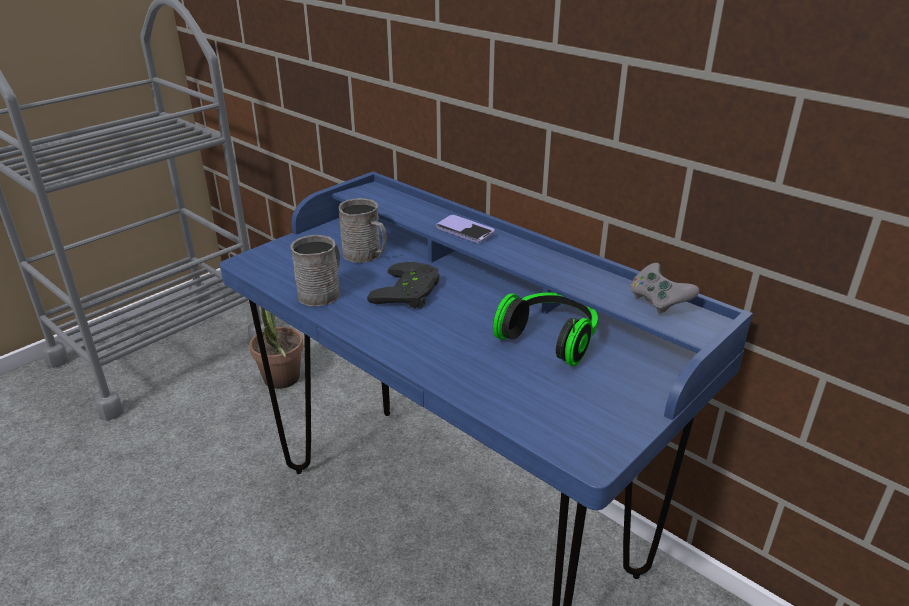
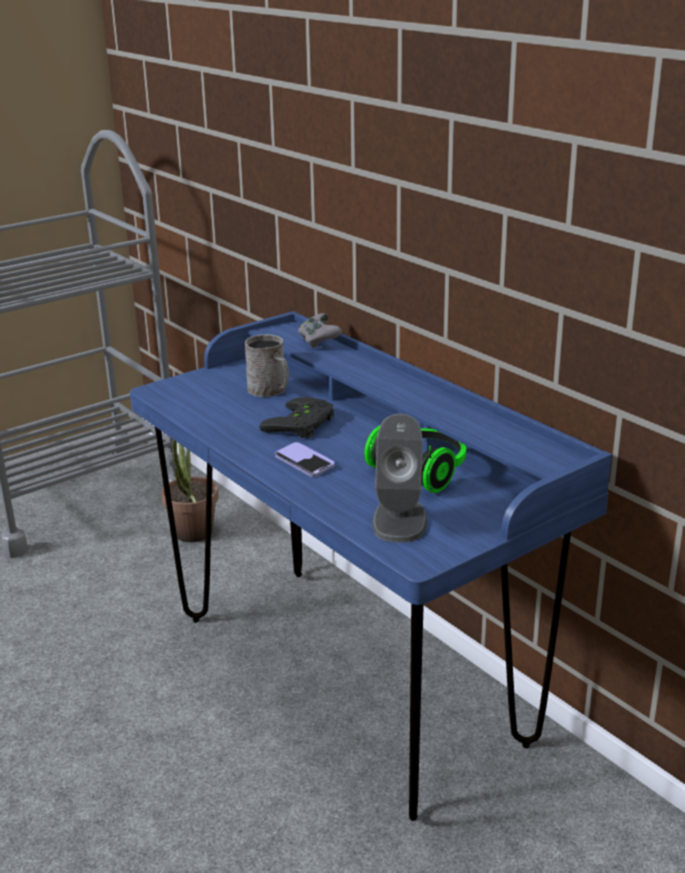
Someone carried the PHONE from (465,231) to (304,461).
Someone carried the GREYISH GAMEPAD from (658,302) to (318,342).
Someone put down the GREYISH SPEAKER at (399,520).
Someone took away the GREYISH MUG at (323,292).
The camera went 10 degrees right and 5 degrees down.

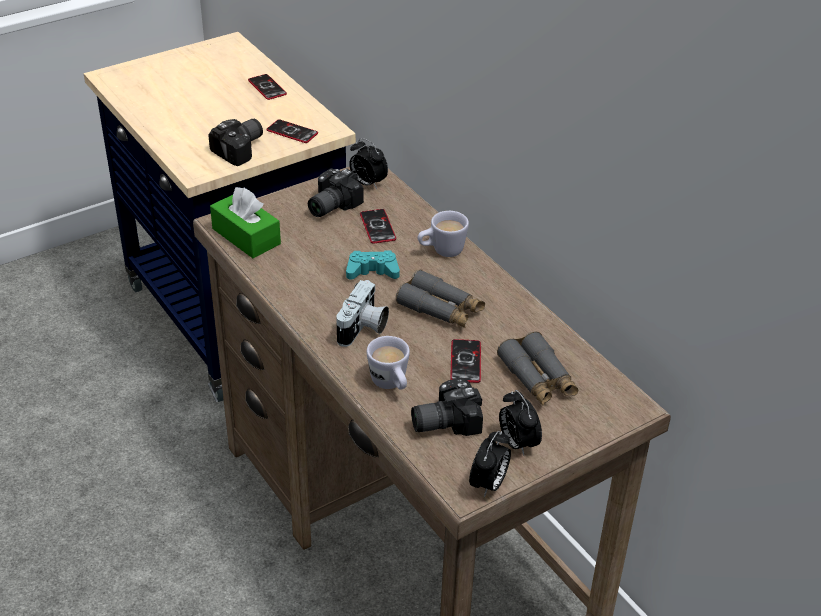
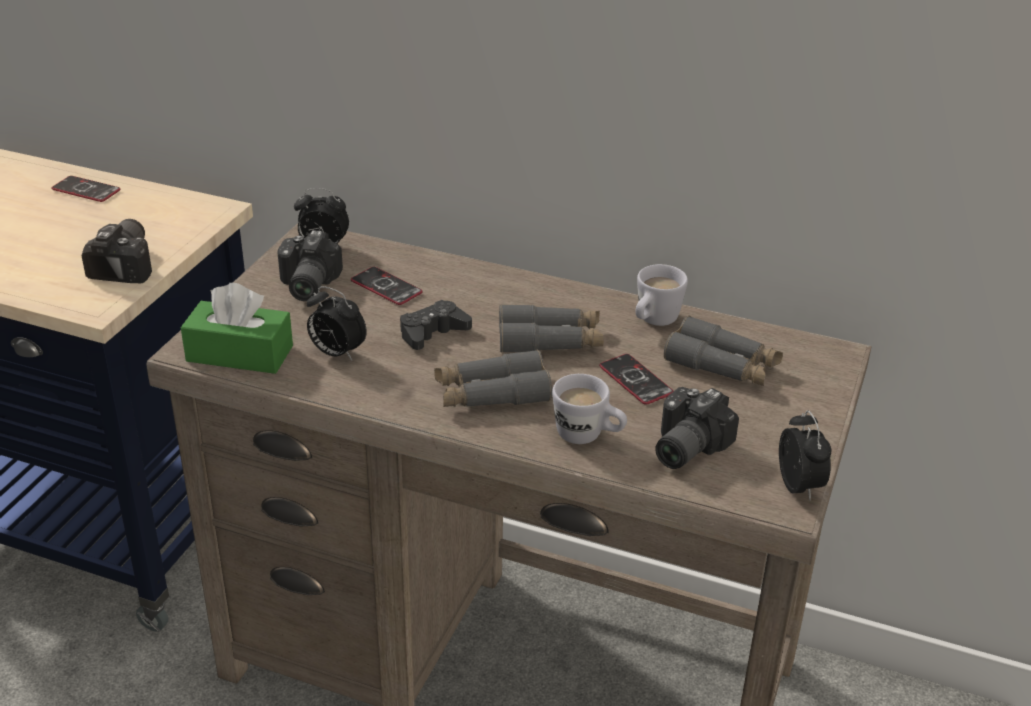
Someone carried the BEDSIDE CLOCK from (517,443) to (336,353).
Someone repainted the TURQUOISE GAMEPAD at (372,271), which became the BLACK GAMEPAD at (432,333).
Someone swapped the STILL CAMERA at (363,329) for the GREYISH BINOCULARS at (492,394).
Someone carried the WHITISH MUG from (441,251) to (653,321).
Someone took away the PHONE at (292,132).
The camera went 35 degrees left and 5 degrees down.

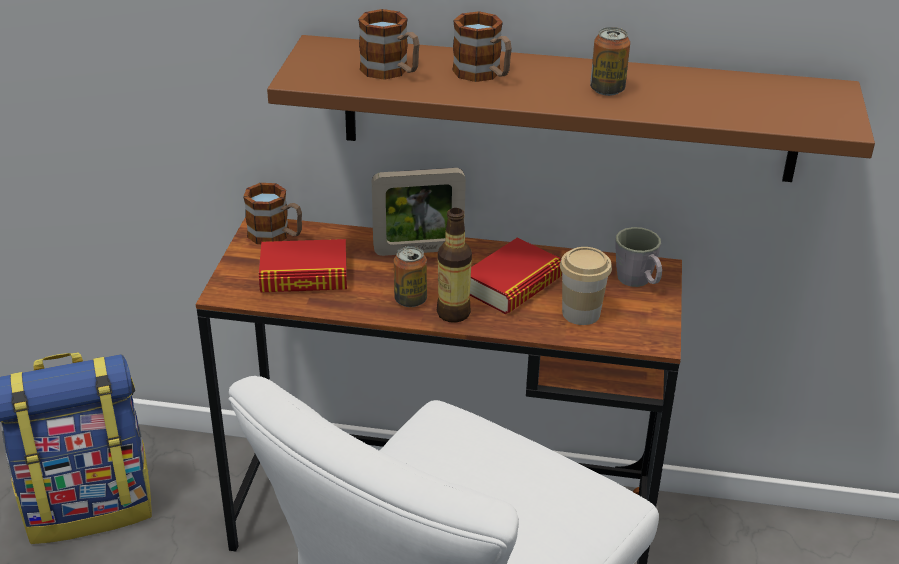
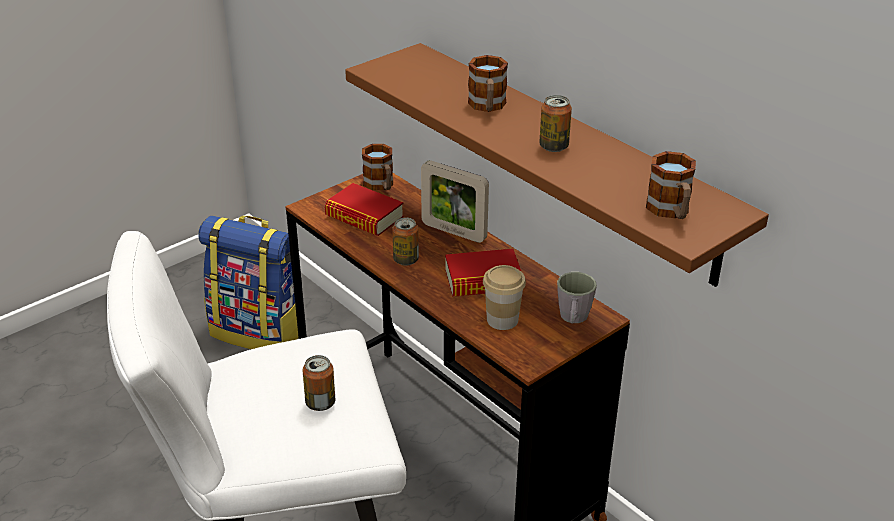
Someone put down the METAL CAN at (320,403).
Someone carried the MUG from (391,72) to (670,211).
Someone took away the DRINK BOTTLE at (453,313).
The camera went 40 degrees right and 0 degrees up.

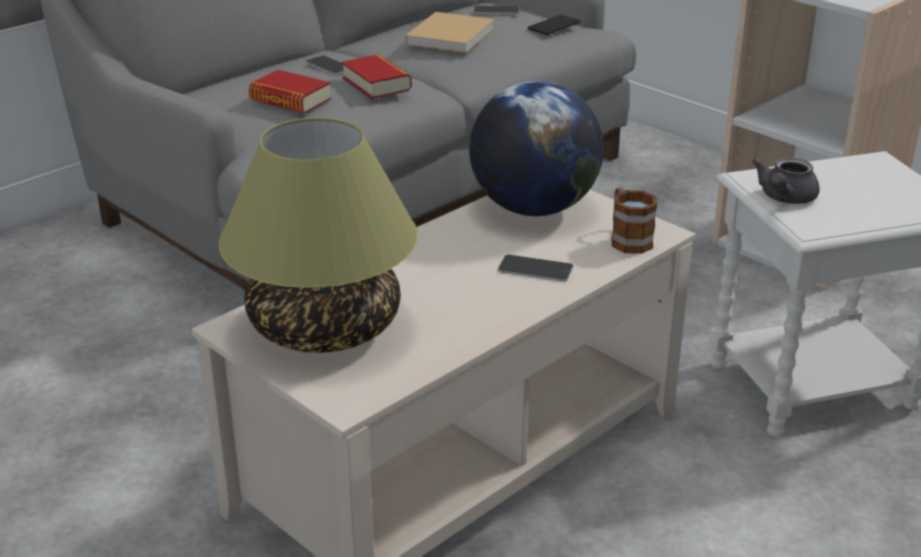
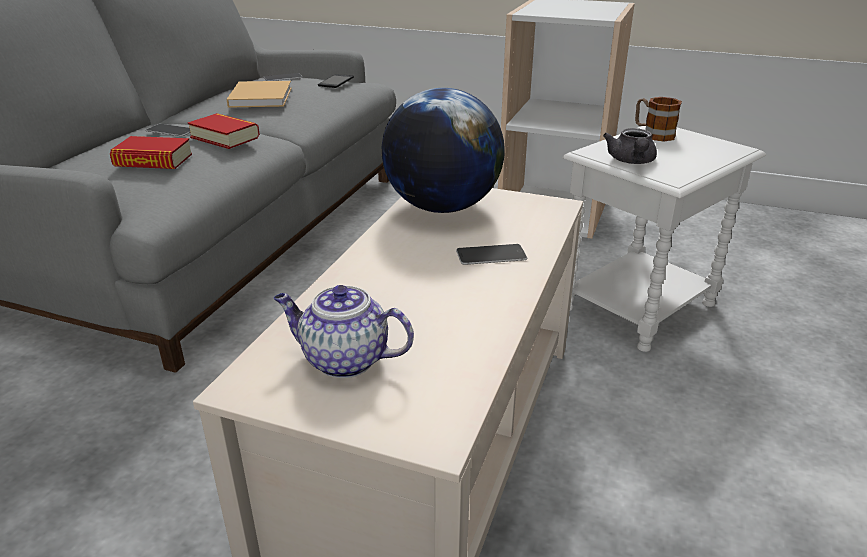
Someone swapped the LAMP FOR A TABLE at (323,328) for the POT FOR TEA at (343,360).
Someone carried the MUG from (627,238) to (653,134).
The camera went 25 degrees left and 0 degrees up.

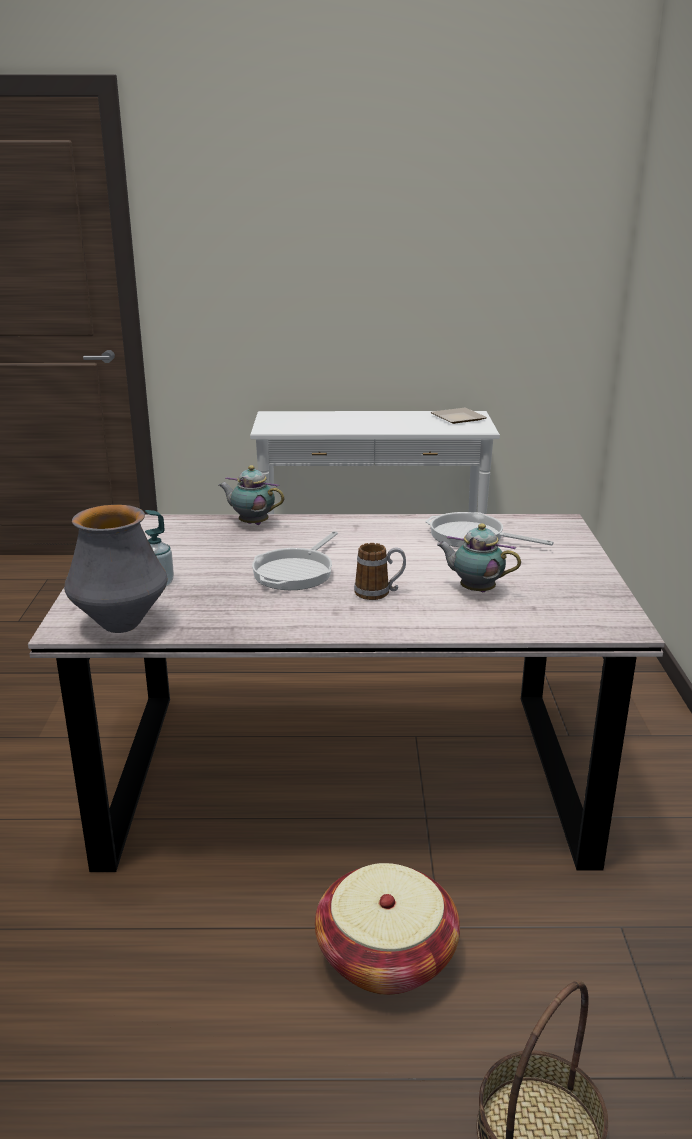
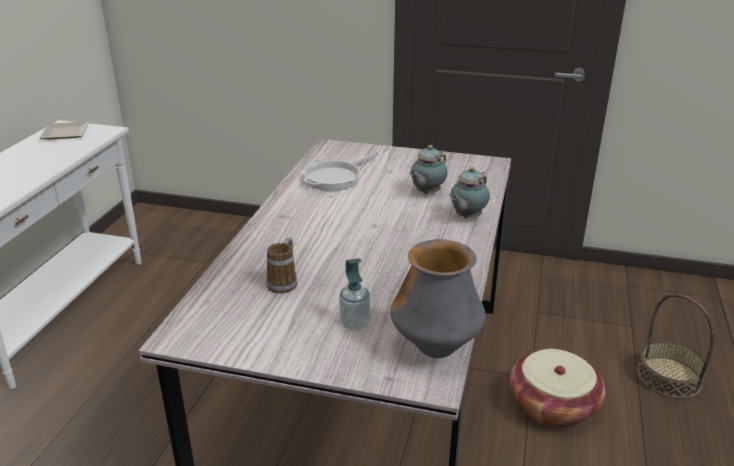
Someone carried the MUG from (379,593) to (284,282).
Someone carried the POT FOR TEA from (252,523) to (466,217).
Someone took away the FRYING PAN at (296,572).
The camera went 75 degrees left and 5 degrees up.

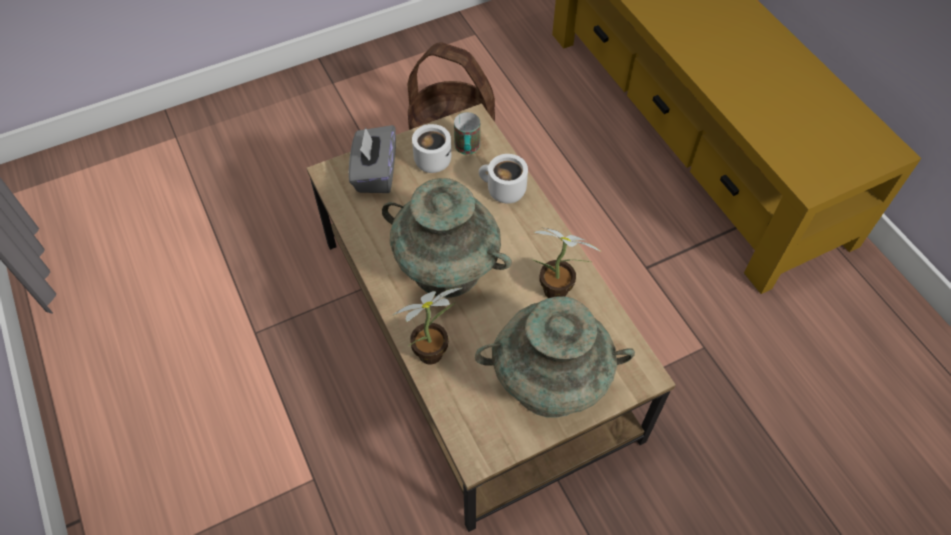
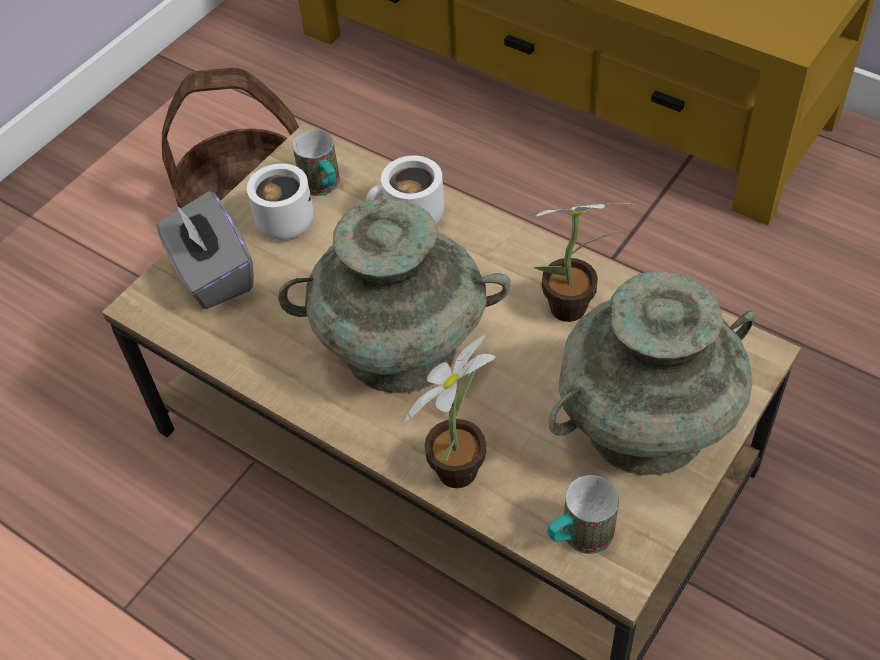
Someone put down the MUG at (578,537).
The camera went 25 degrees left and 5 degrees down.

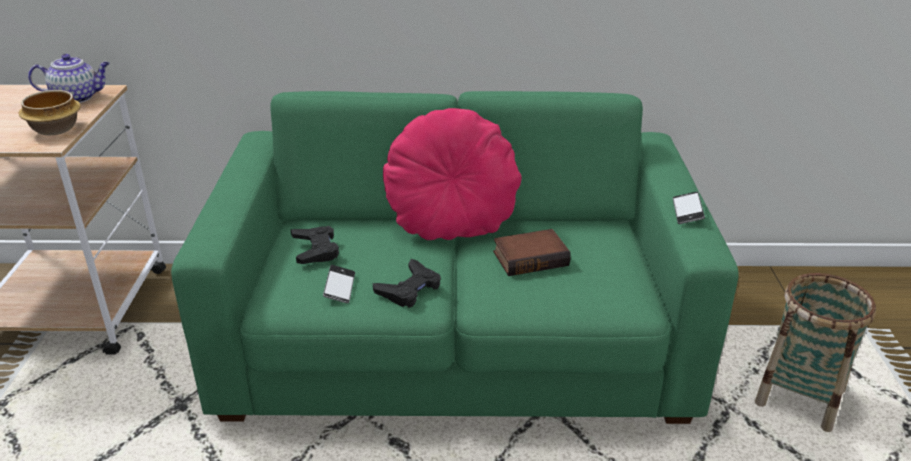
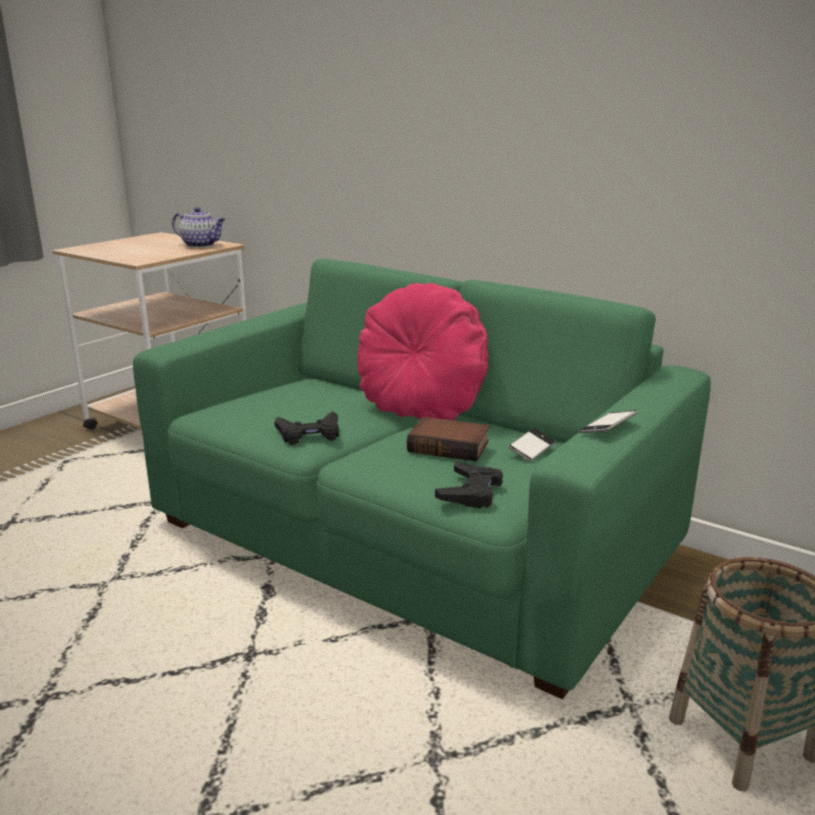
Someone carried the BLACK GAMEPAD from (315,249) to (470,491).
Someone carried the PHONE from (339,288) to (531,449).
Someone took away the DEEP DISH at (56,128).
The camera went 35 degrees right and 10 degrees down.

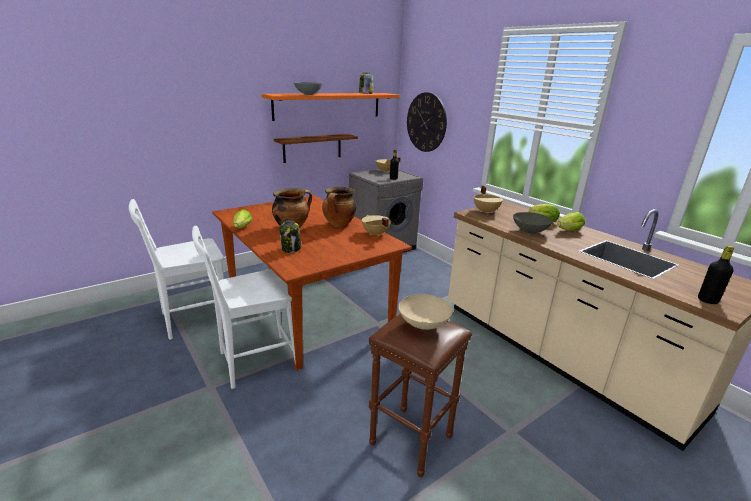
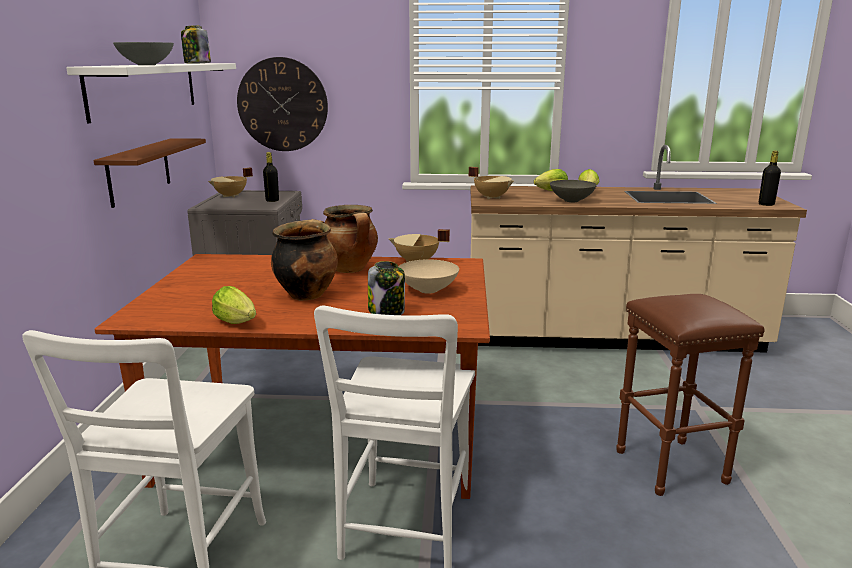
Someone repainted the ORANGE-COLOURED WALL SHELF at (328,106), which became the WHITISH WALL SHELF at (145,88).
Someone carried the BEIGE-COLOURED DEEP DISH from (424,325) to (429,290).
The camera went 50 degrees left and 5 degrees down.

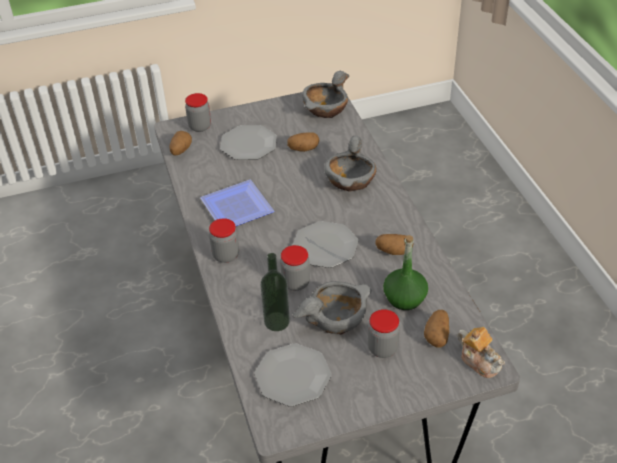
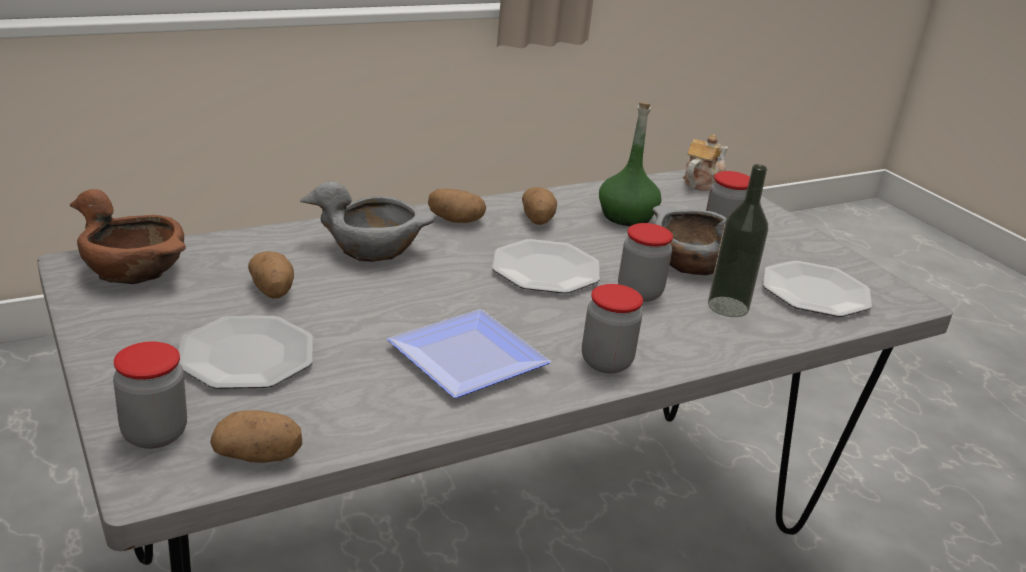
Someone repainted the GREYISH DEEP DISH at (326,109), which became the BROWNISH DEEP DISH at (134,269).
Someone carried the POTATO from (437,335) to (455,220).
The camera went 105 degrees left and 15 degrees down.

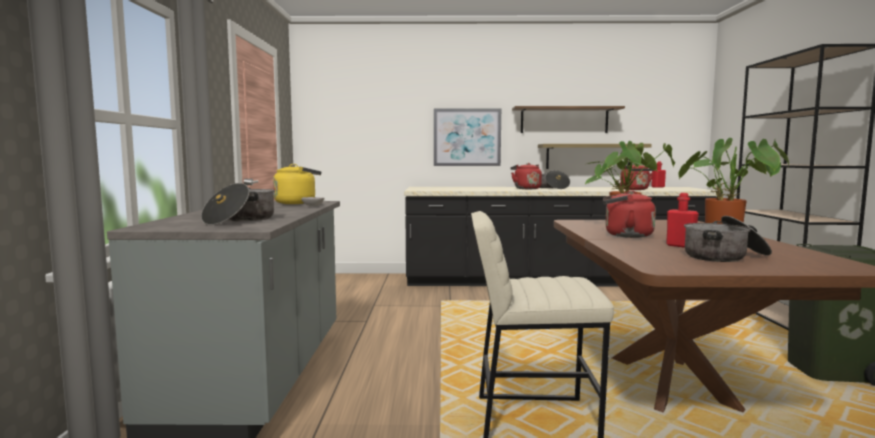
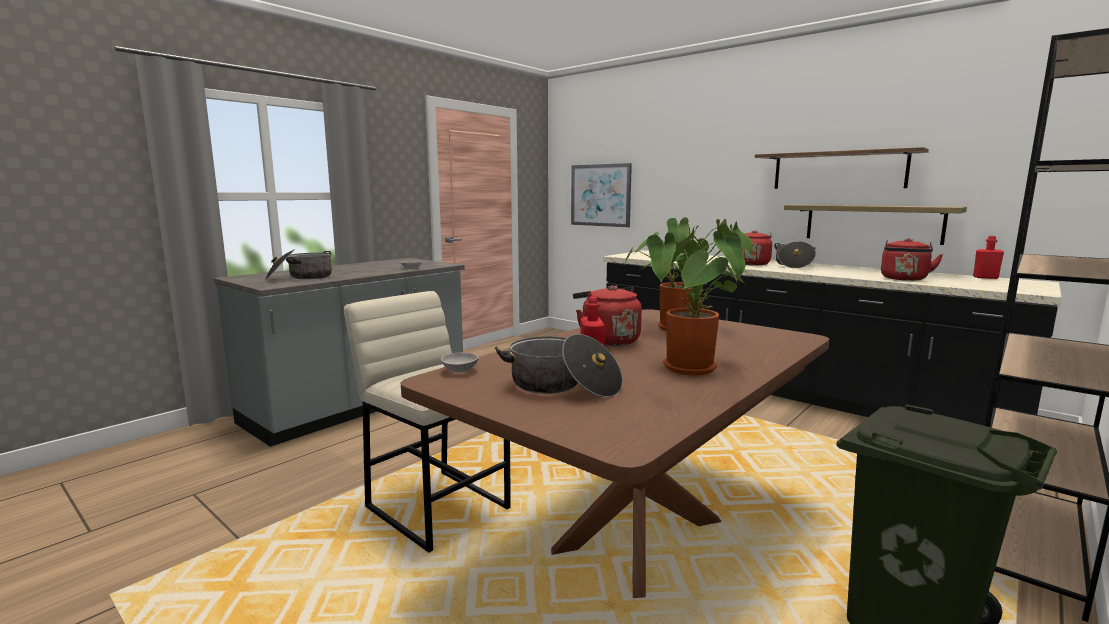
Someone put down the GREYISH DEEP DISH at (460,370).
Someone carried the PICTURE from (467,137) to (600,195).
Someone took away the YELLOWISH TEA KETTLE at (297,203).
The camera went 40 degrees right and 5 degrees up.

